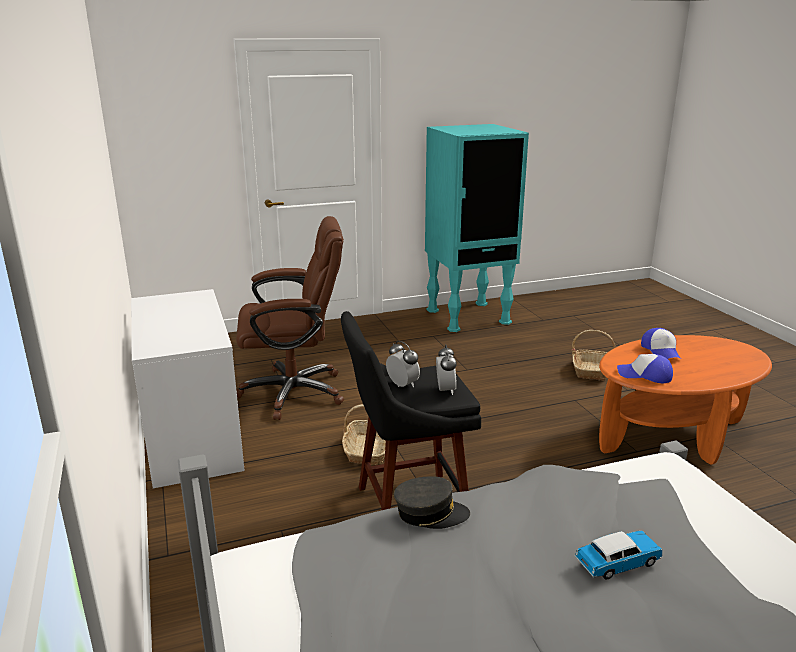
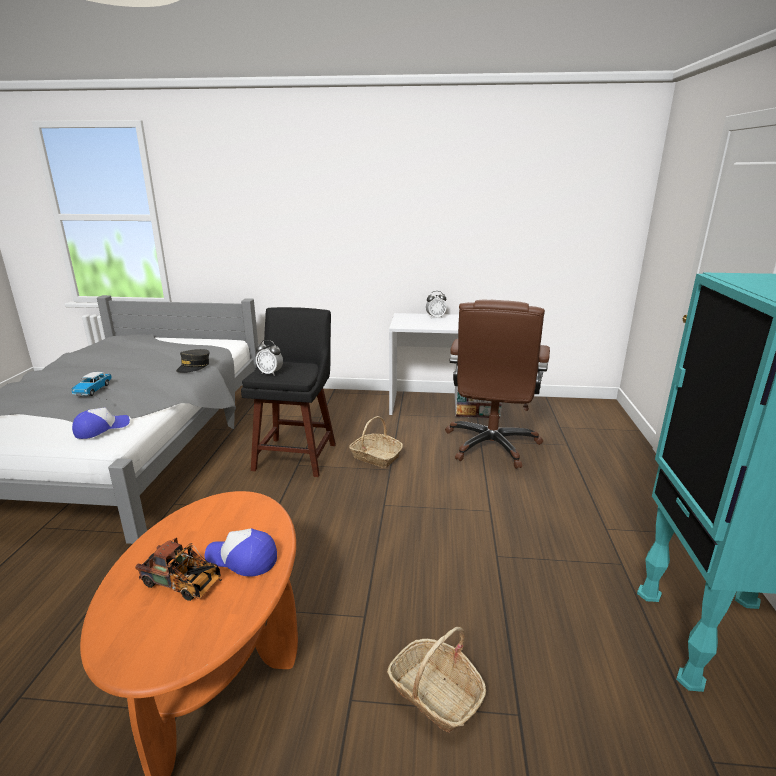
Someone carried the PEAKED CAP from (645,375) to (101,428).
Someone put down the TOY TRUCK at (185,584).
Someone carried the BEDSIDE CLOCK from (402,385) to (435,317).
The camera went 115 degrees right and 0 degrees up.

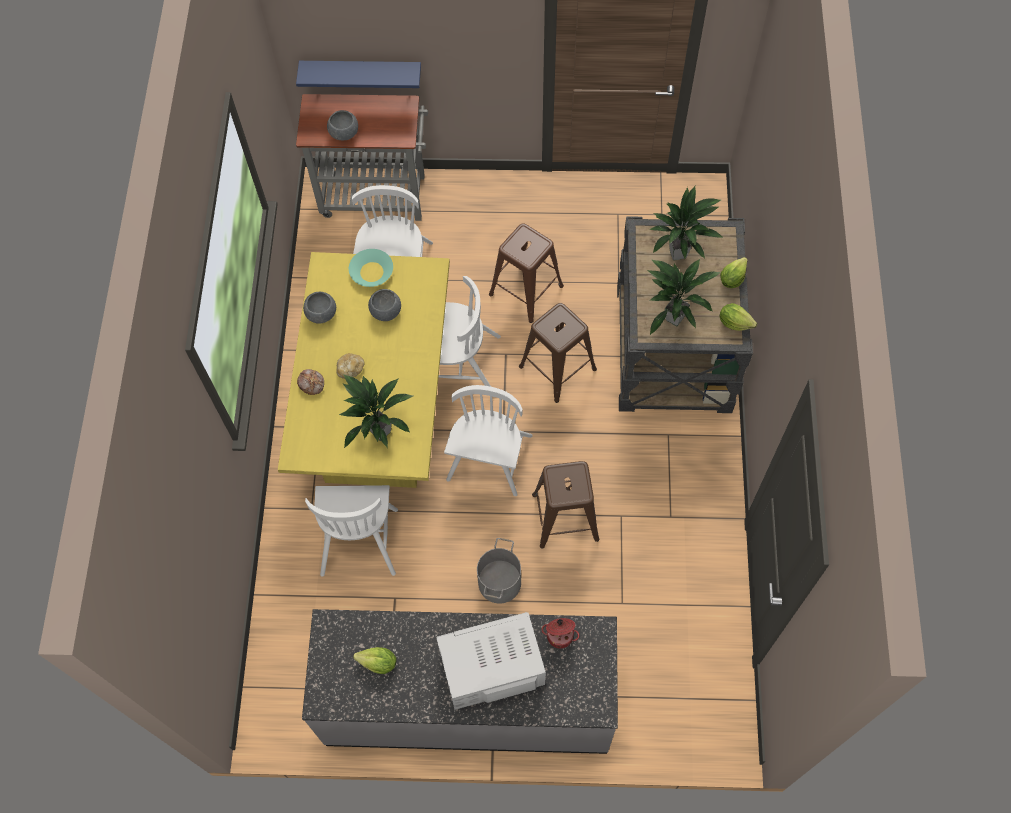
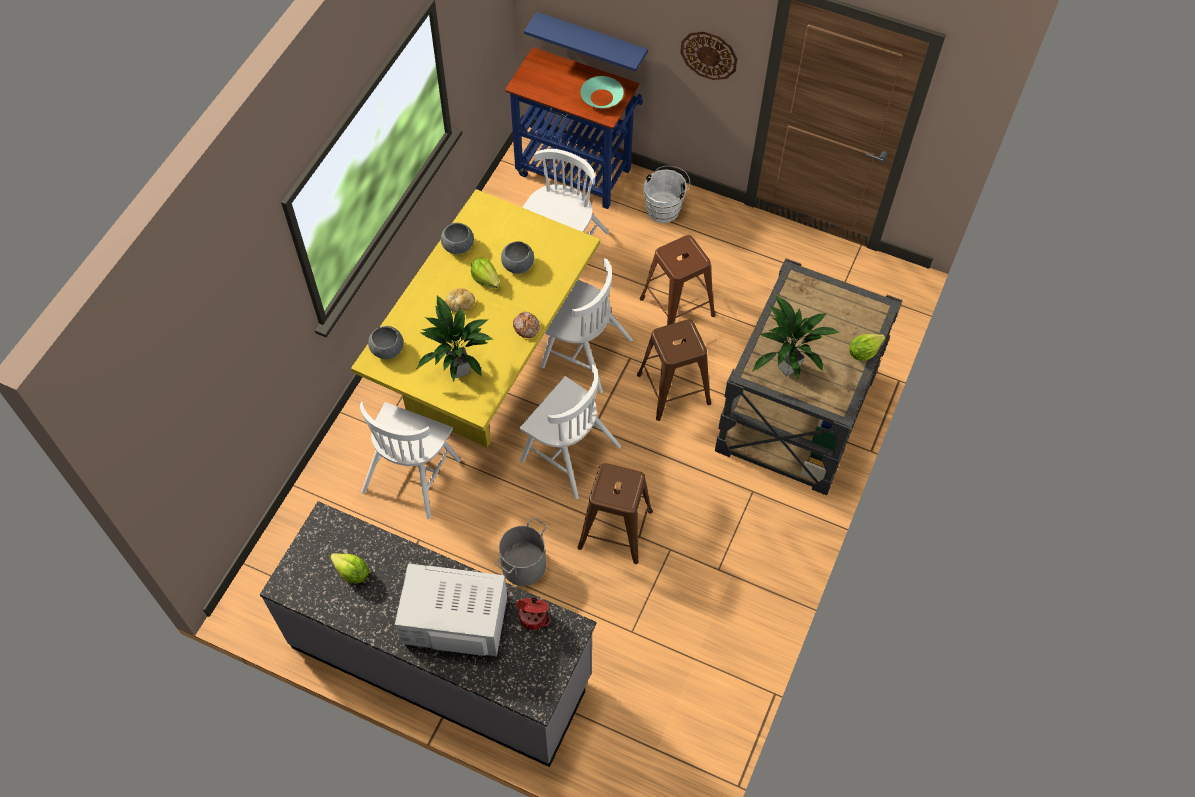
Someone carried the GREYISH DEEP DISH from (344,133) to (387,350).
Someone carried the HEAD OF LETTUCE from (734,322) to (485,279).
Someone repainted the GREYISH TROLLEY at (375,196), which became the BLUE-COLOURED TROLLEY at (575,173).
Someone carried the BAKERY BREAD from (311,383) to (526,327).
Someone rotated the WHITISH PLAIN CHAIR at (488,462) by 90 degrees clockwise.
Someone carried the TURQUOISE DEEP DISH from (372,271) to (602,97).
Someone put down the WHITISH WATER BUCKET at (665,208).
Someone put up the CLOCK ON THE WALL at (709,55).
Someone took away the POTTED PLANT at (678,254).
The camera went 20 degrees right and 5 degrees down.

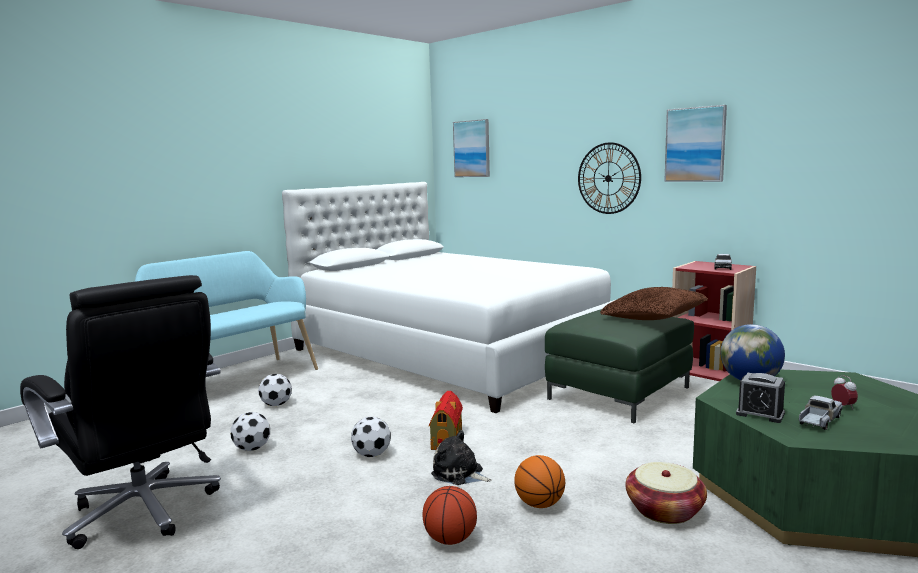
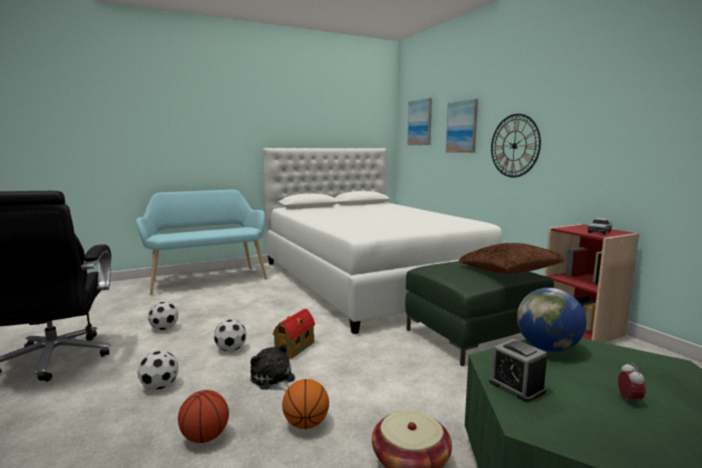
Someone carried the FOOTBALL BALL from (277,404) to (160,386).
Someone carried the PICTURE from (695,144) to (462,127).
Someone took away the TOY TRUCK at (818,420).
The camera went 20 degrees right and 0 degrees up.

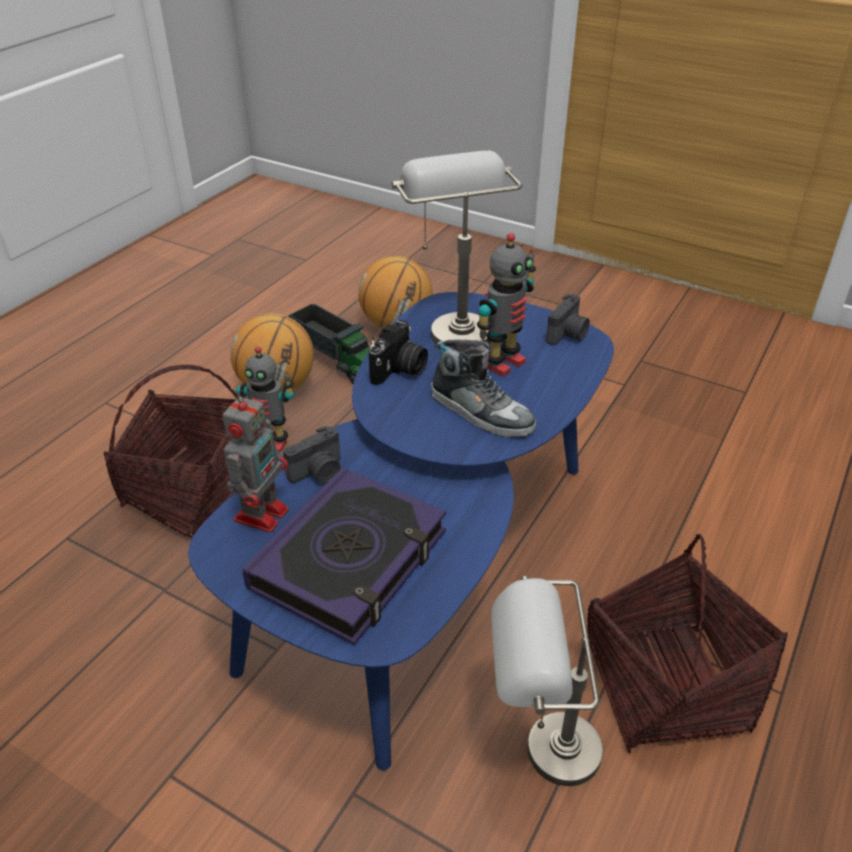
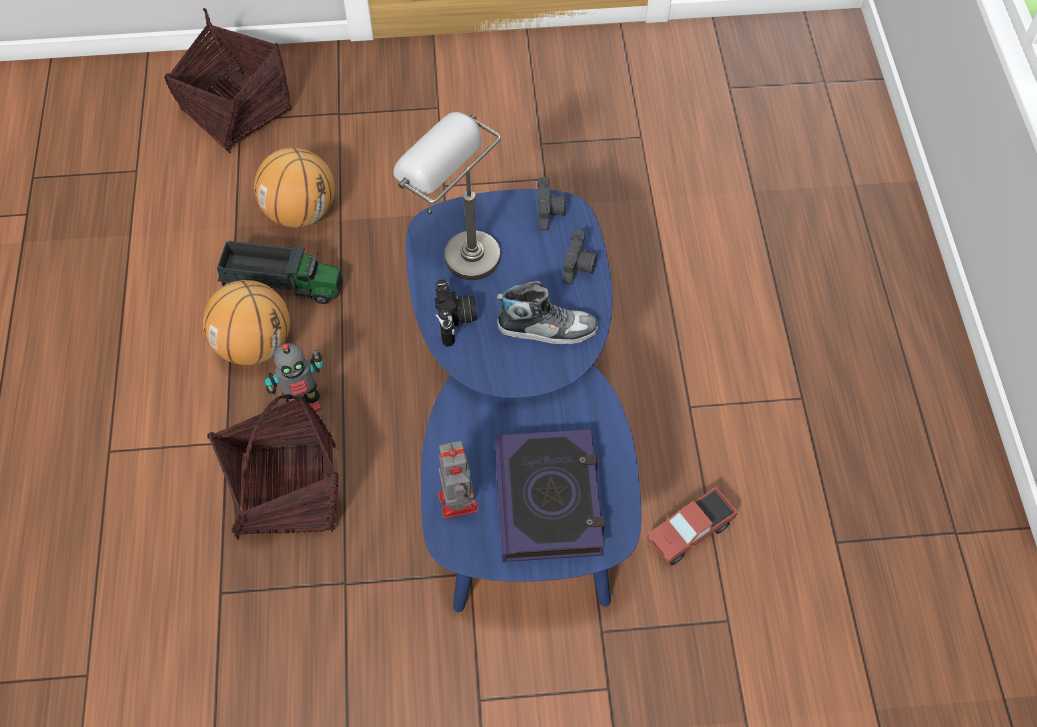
Someone carried the HOUSEHOLD BASKET from (666,687) to (236,111).
Someone carried the STILL CAMERA from (319,472) to (580,267).
Someone swapped the GREYISH LAMP FOR A TABLE at (538,753) for the TOY TRUCK at (690,532).
Someone took away the TOY ROBOT at (503,363).
The camera went 35 degrees left and 20 degrees up.

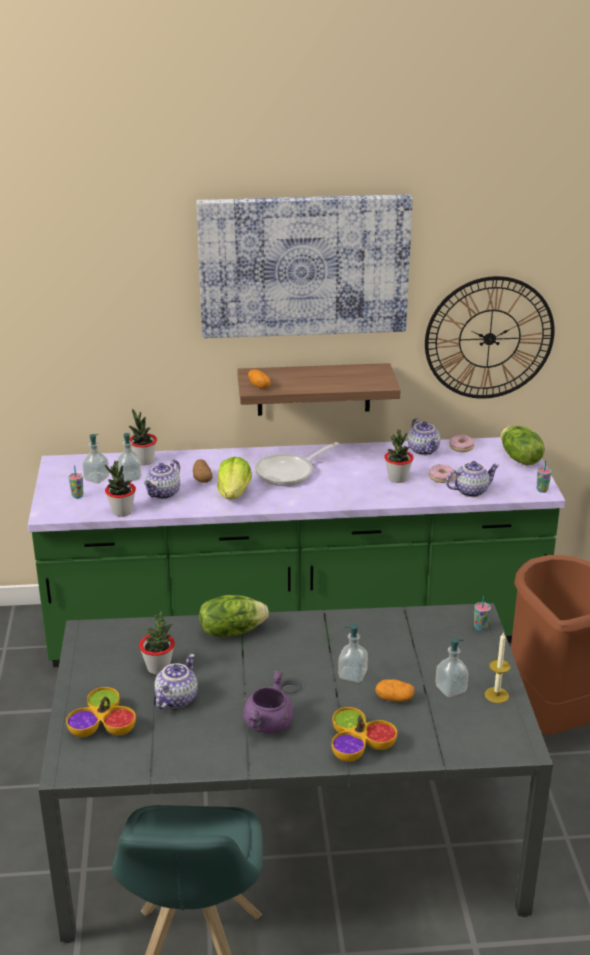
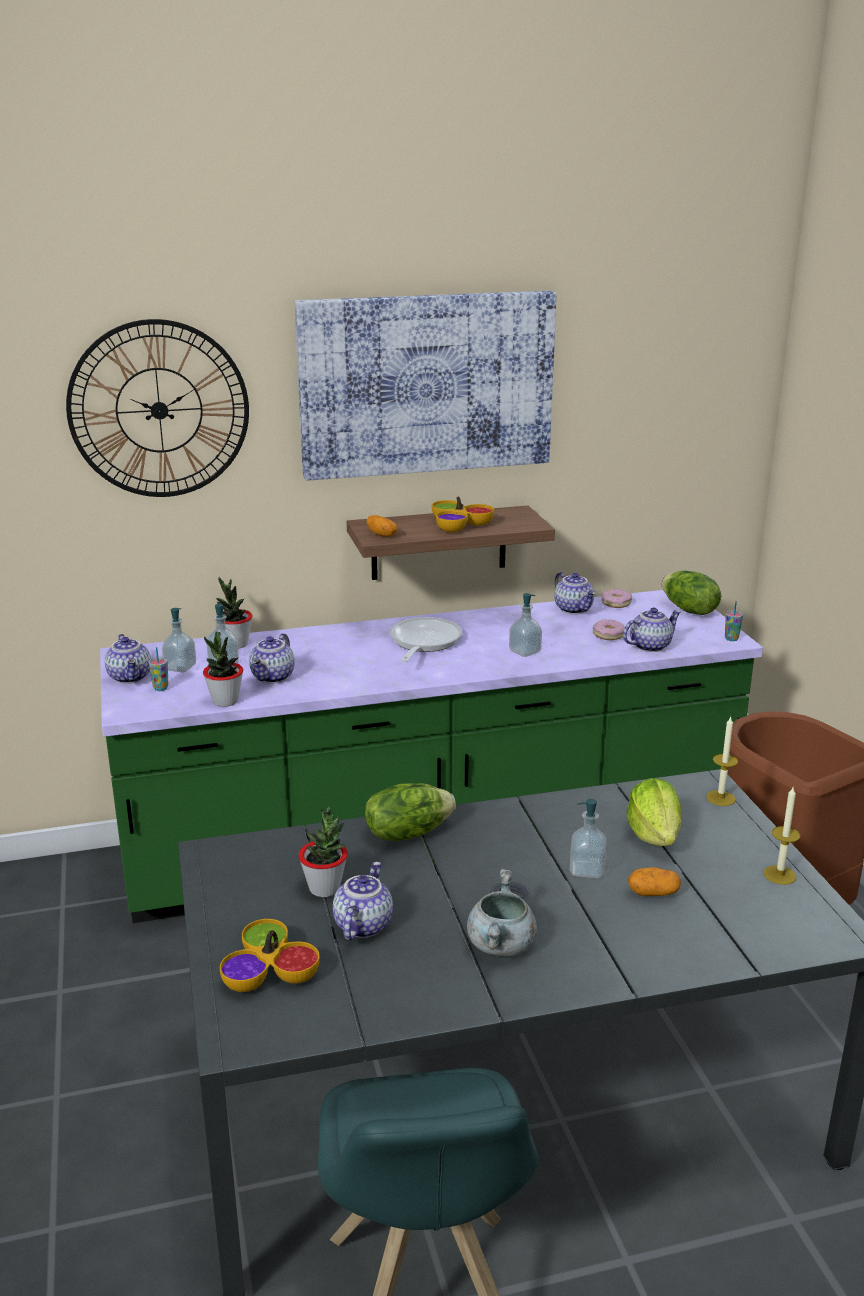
Someone carried the CLOCK ON THE WALL from (489,338) to (159,410).
Someone put down the POT FOR TEA at (131,677).
Someone rotated the FRYING PAN at (289,472) by 150 degrees clockwise.
Someone carried the DEEP DISH from (358,743) to (459,525).
Someone repainted the PURPLE SAUCEPOT at (268,725), which became the GREYISH SAUCEPOT at (502,946).
Someone carried the SOAP BOTTLE from (450,689) to (525,651).
Someone carried the HEAD OF LETTUCE from (234,494) to (654,835).
Someone swapped the DRINKING CUP at (480,628) for the CANDLE at (720,798).
Someone took away the POTATO at (202,479).
Someone took away the POTTED PLANT at (397,478).
The camera went 10 degrees left and 5 degrees down.

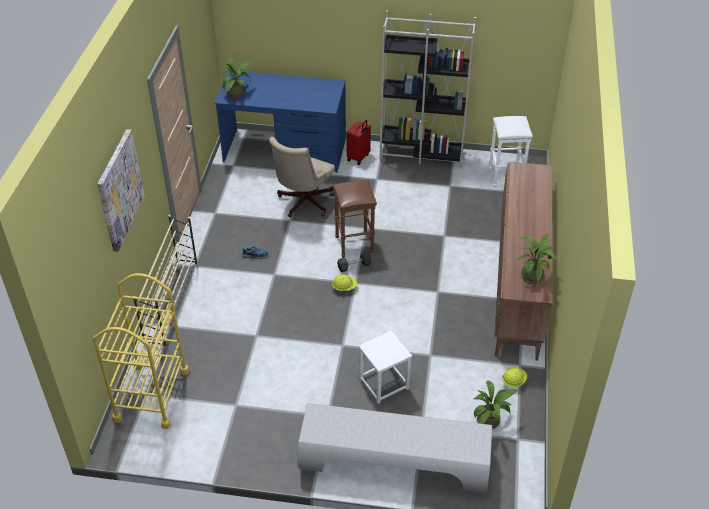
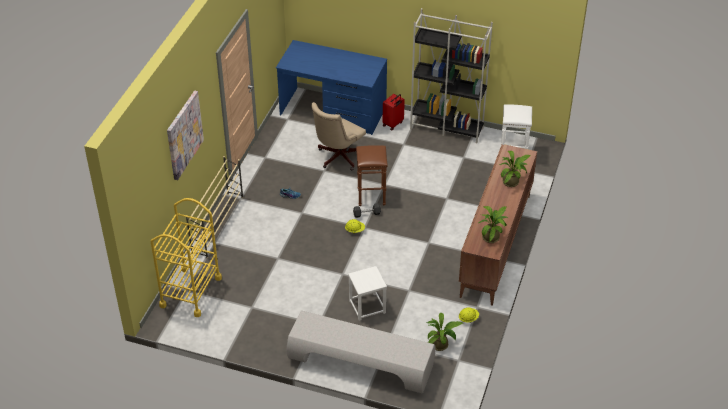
Someone carried the POTTED PLANT from (238,93) to (512,181).
The camera went 10 degrees right and 0 degrees up.

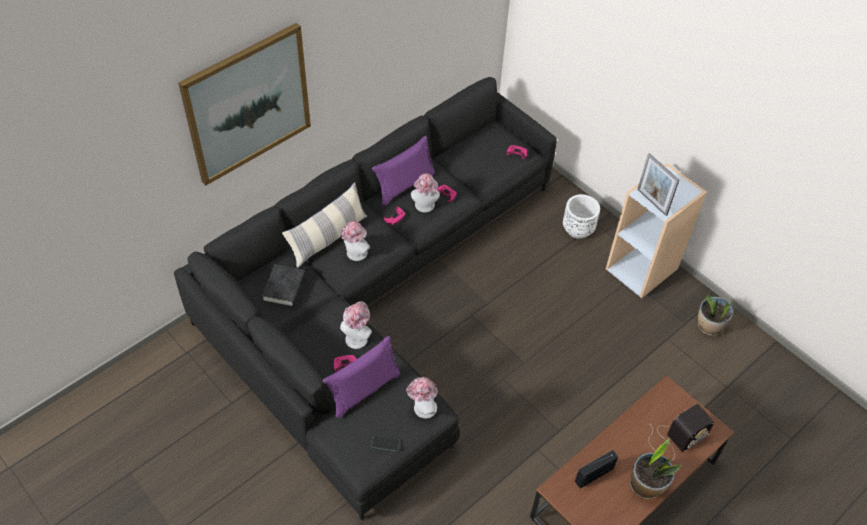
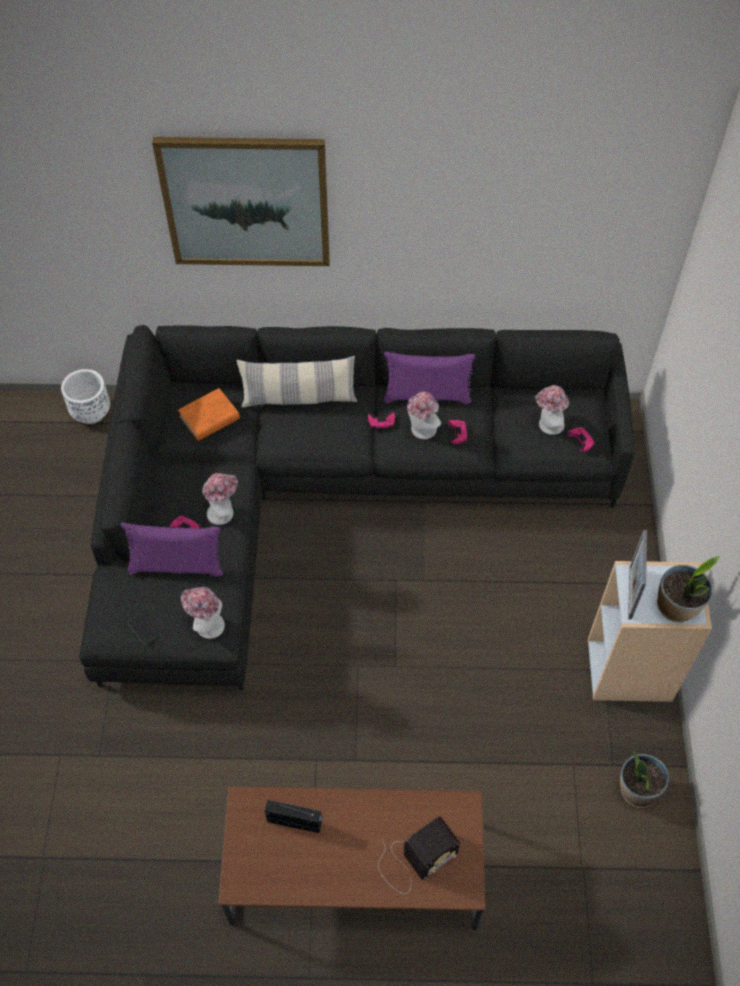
Someone carried the WHITISH PLANT POT from (578,229) to (91,412).
Someone repainted the BLACK BOOK at (284,288), which became the ORANGE-COLOURED BOOK at (209,418).
Someone rotated the RADIO RECEIVER at (675,439) by 45 degrees counterclockwise.
Someone carried the CLOTHING HAT from (355,254) to (547,425).
Someone carried the POTTED PLANT from (646,485) to (677,607).
The camera went 45 degrees right and 5 degrees up.

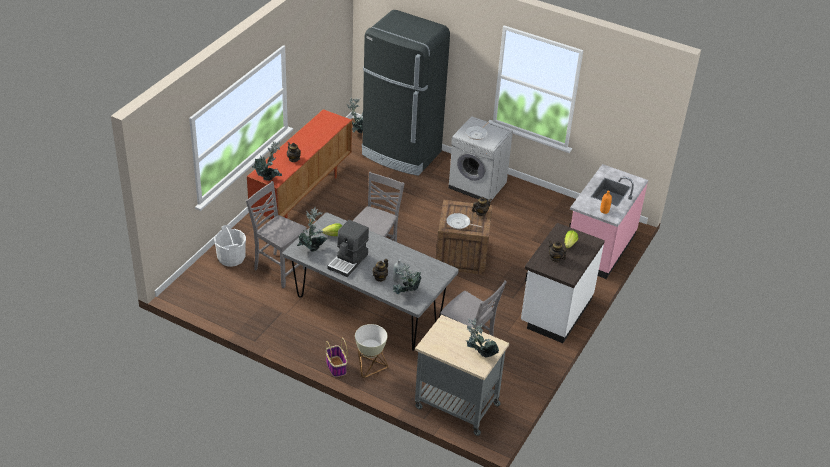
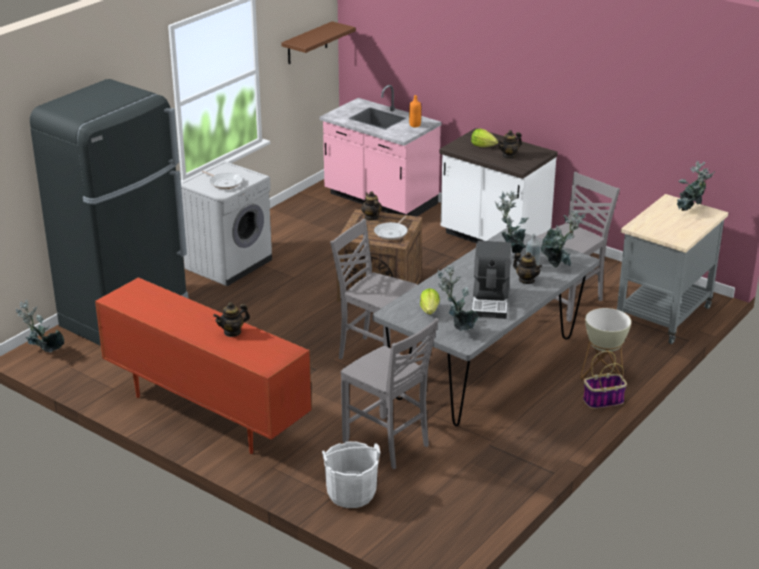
Someone put up the BROWNISH WALL SHELF at (307,43).
Someone rotated the GREYISH PLAIN CHAIR at (279,269) by 90 degrees counterclockwise.
Someone rotated the COFFEE MACHINE at (348,261) by 60 degrees clockwise.
Someone carried the POTTED PLANT from (268,177) to (511,252).
The camera went 80 degrees left and 10 degrees down.

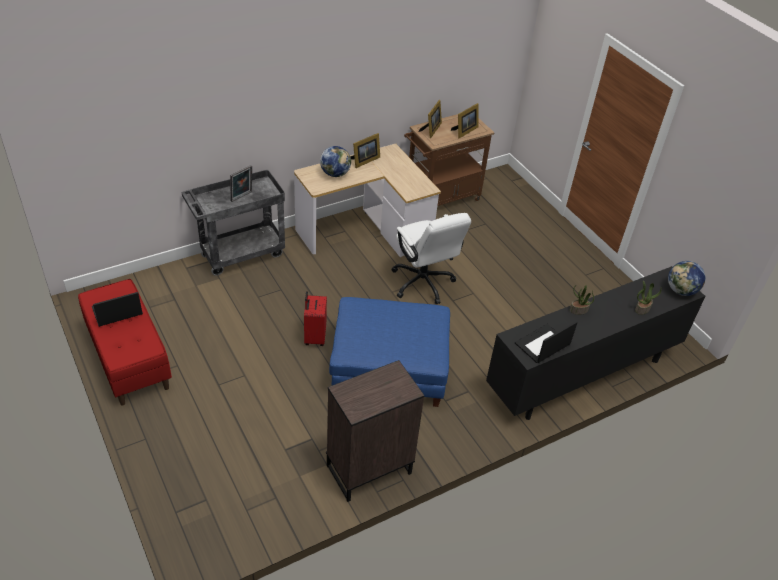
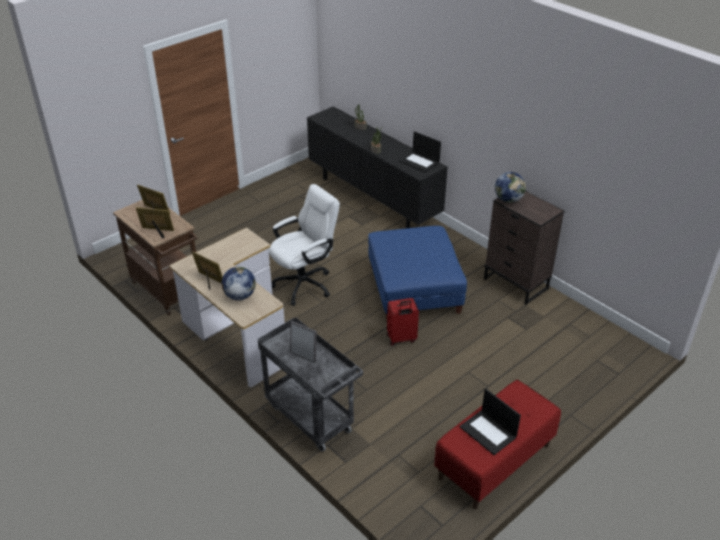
Someone carried the WORLD GLOBE from (681,291) to (508,200).
The camera went 100 degrees left and 5 degrees down.

